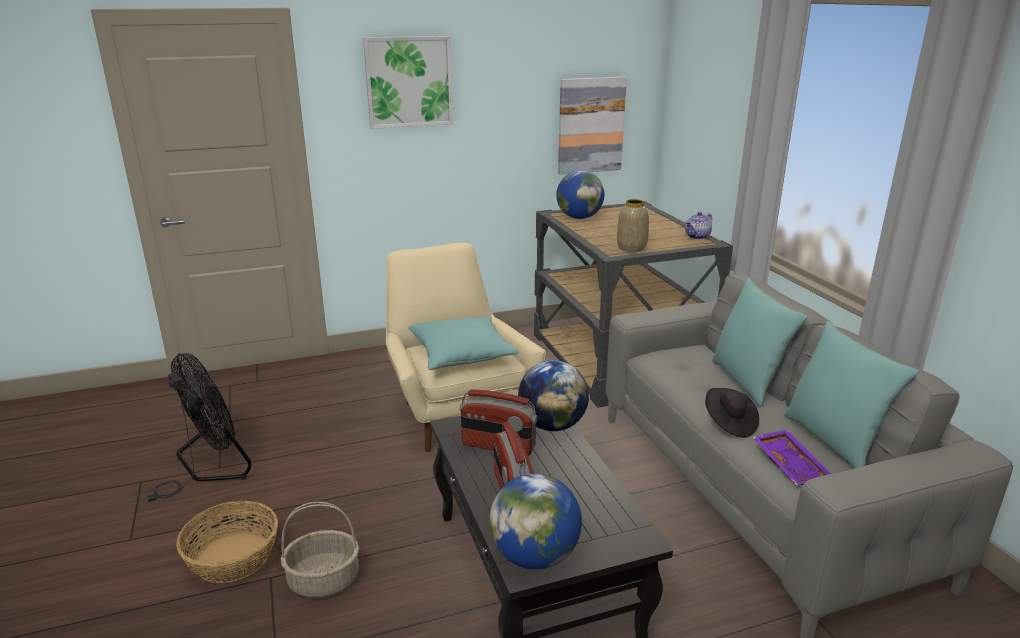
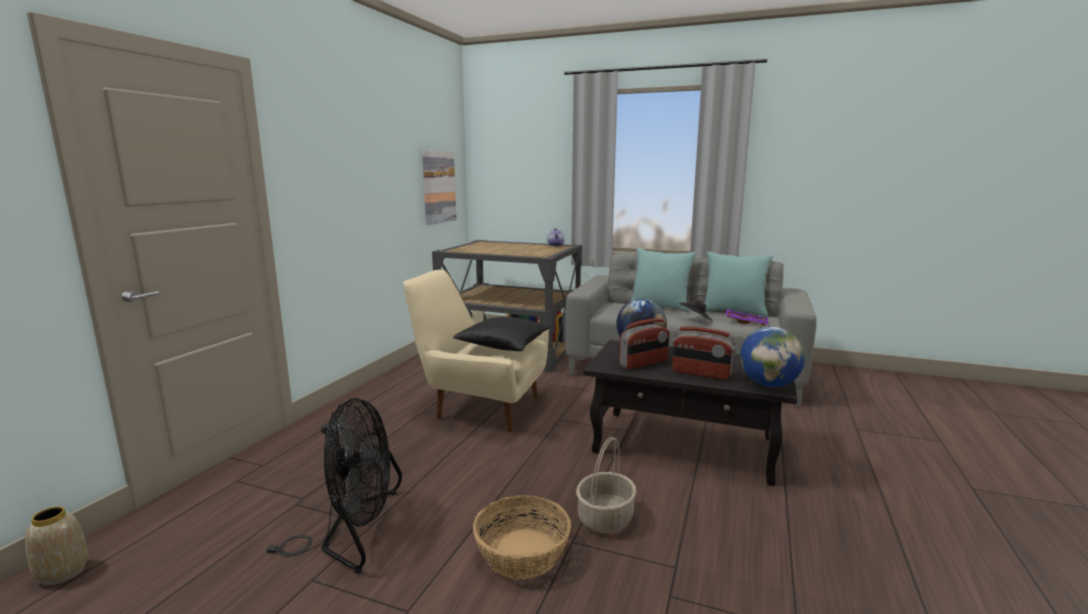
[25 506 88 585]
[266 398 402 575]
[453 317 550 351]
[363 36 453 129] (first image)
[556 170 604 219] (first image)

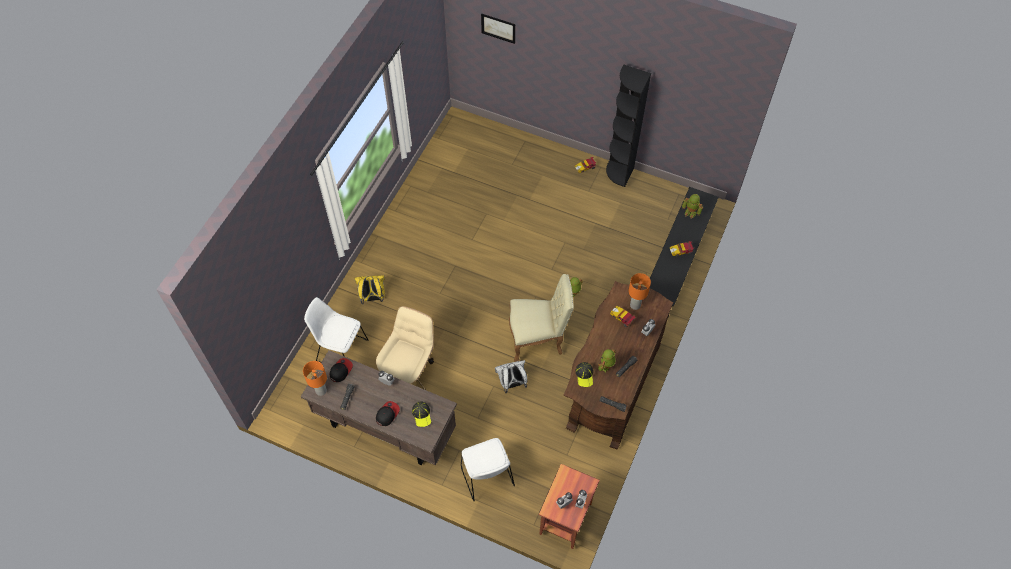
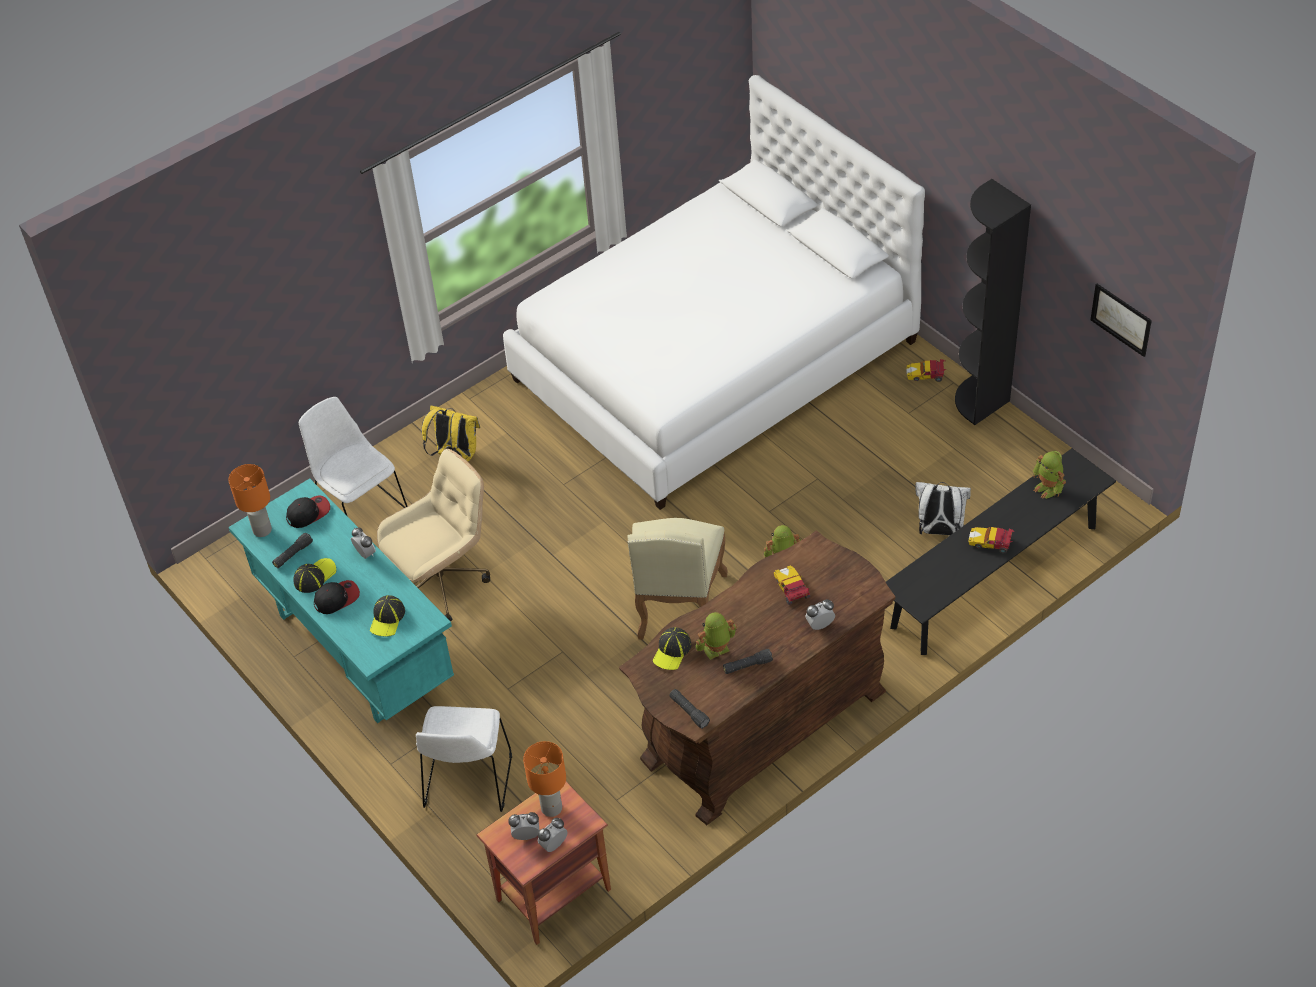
[229 479 454 723]
[293 558 336 593]
[503 75 925 510]
[523 741 566 817]
[627 518 727 640]
[915 482 971 535]
[1091 284 1152 357]

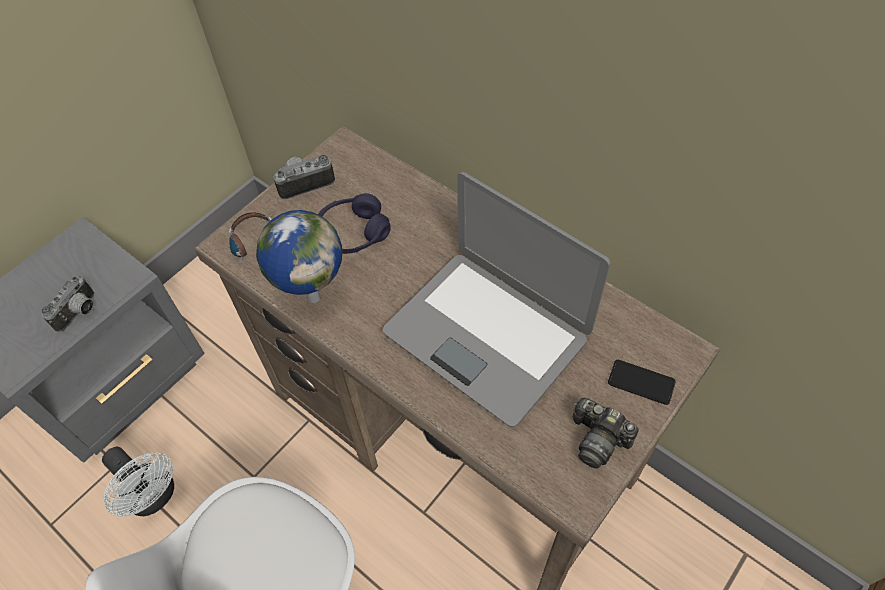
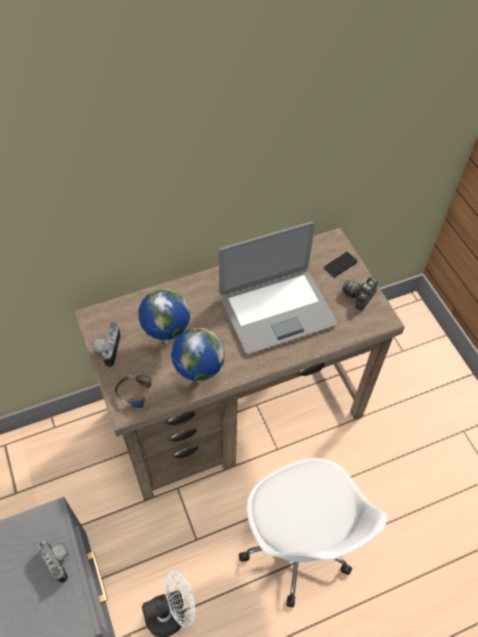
[138 289 190 344]
[342 277 378 311]

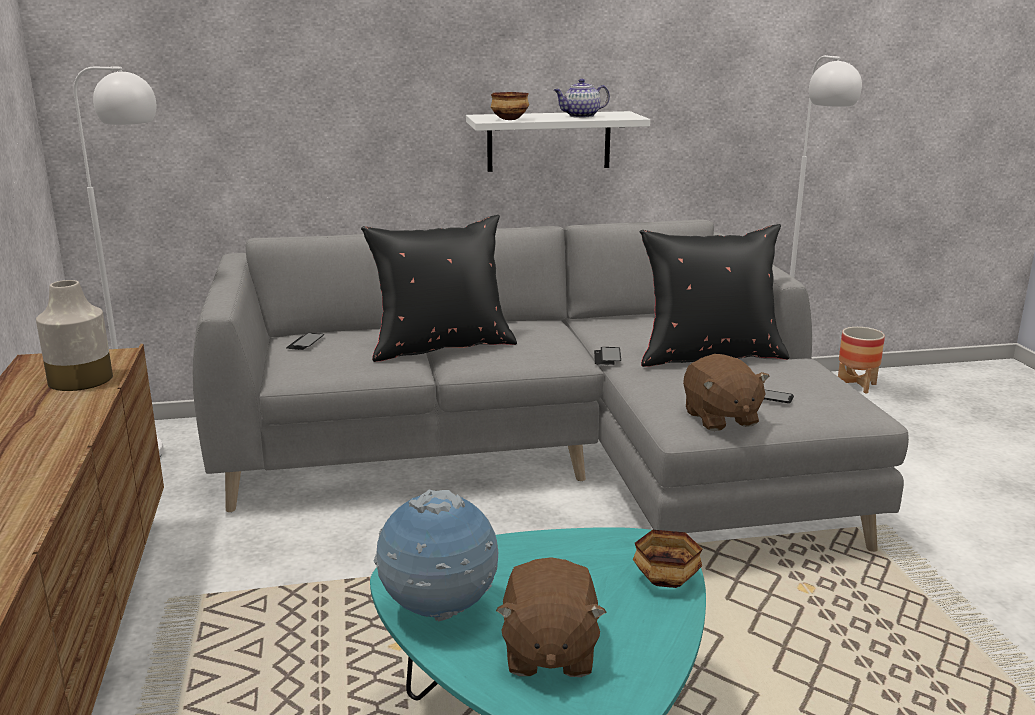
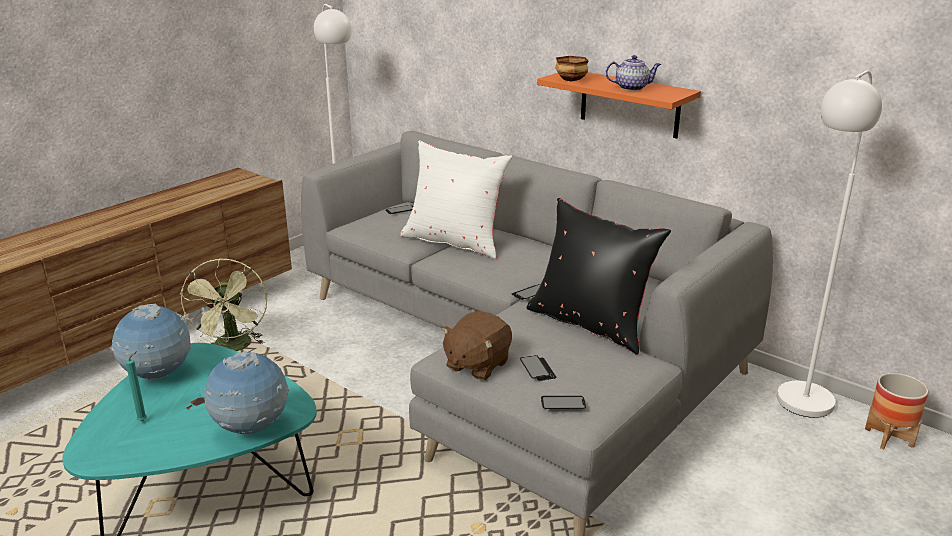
[126 351 147 421]
[180 259 267 351]
[204 351 289 435]
[400 140 513 259]
[537 72 701 139]
[541 396 586 409]
[605 55 661 91]
[36 280 113 391] (first image)

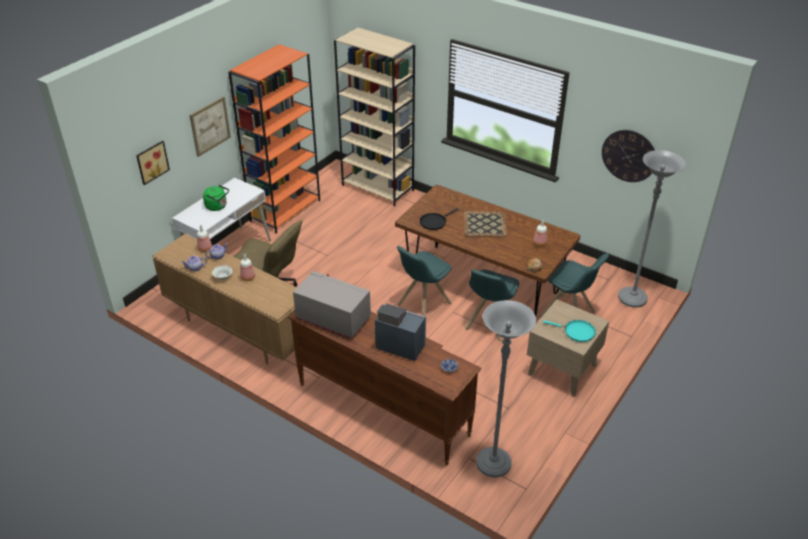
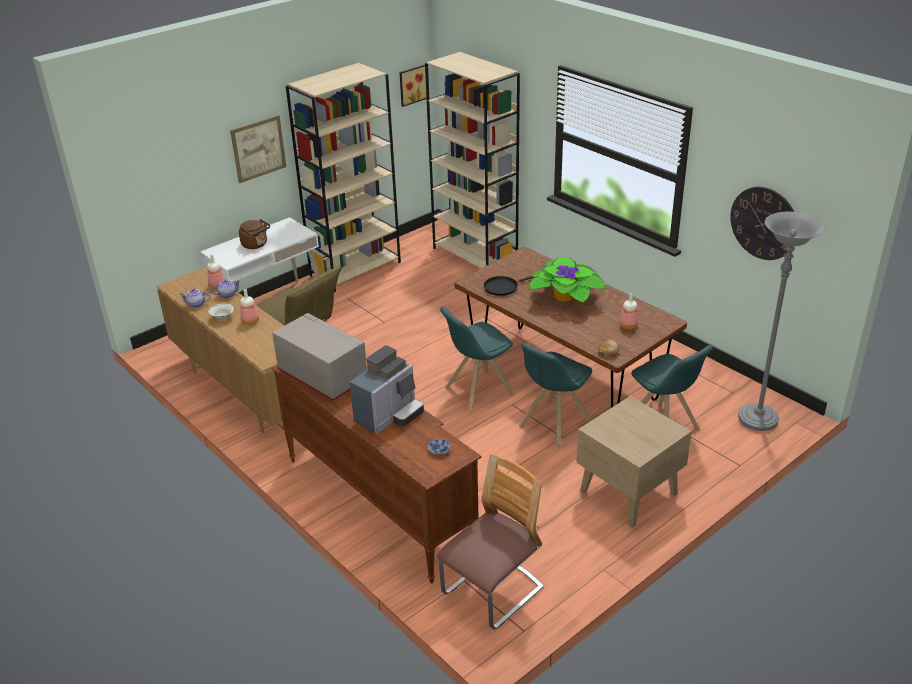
[239 219 270 249]
[286 63 401 292]
[350 345 424 434]
[400 65 429 107]
[437 454 544 629]
[529 257 606 303]
[543 320 596 342] (first image)

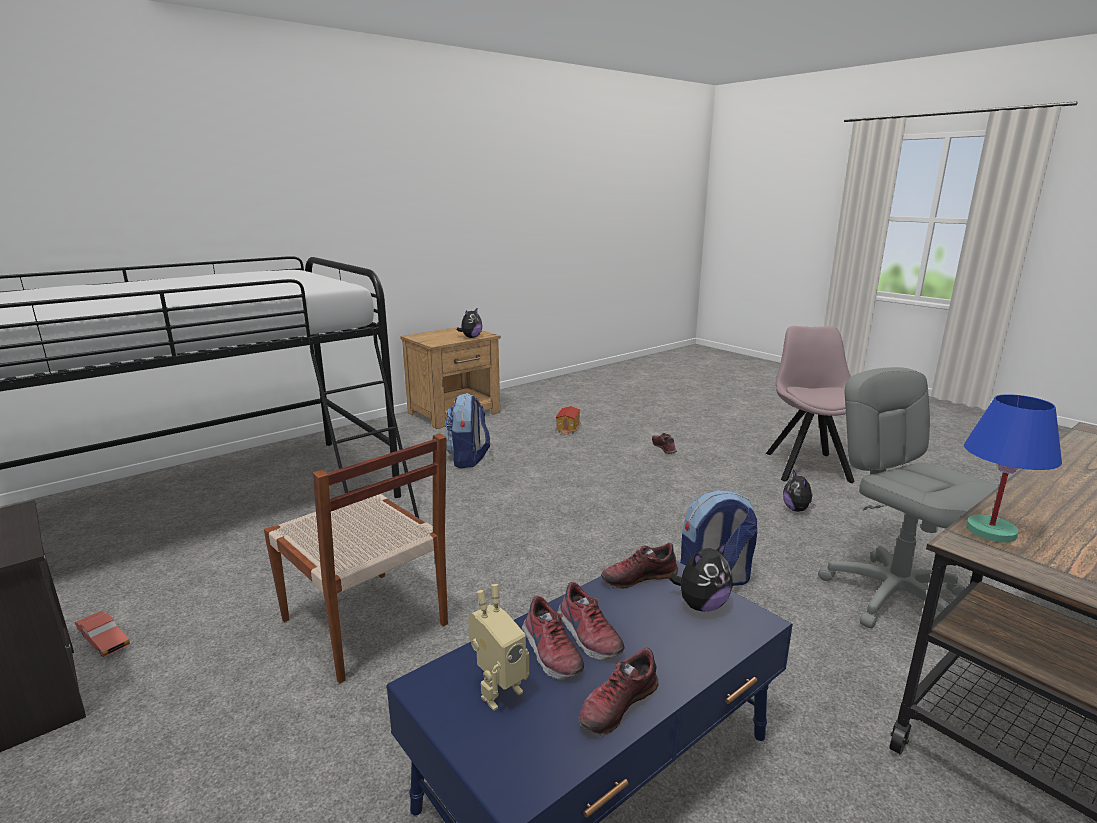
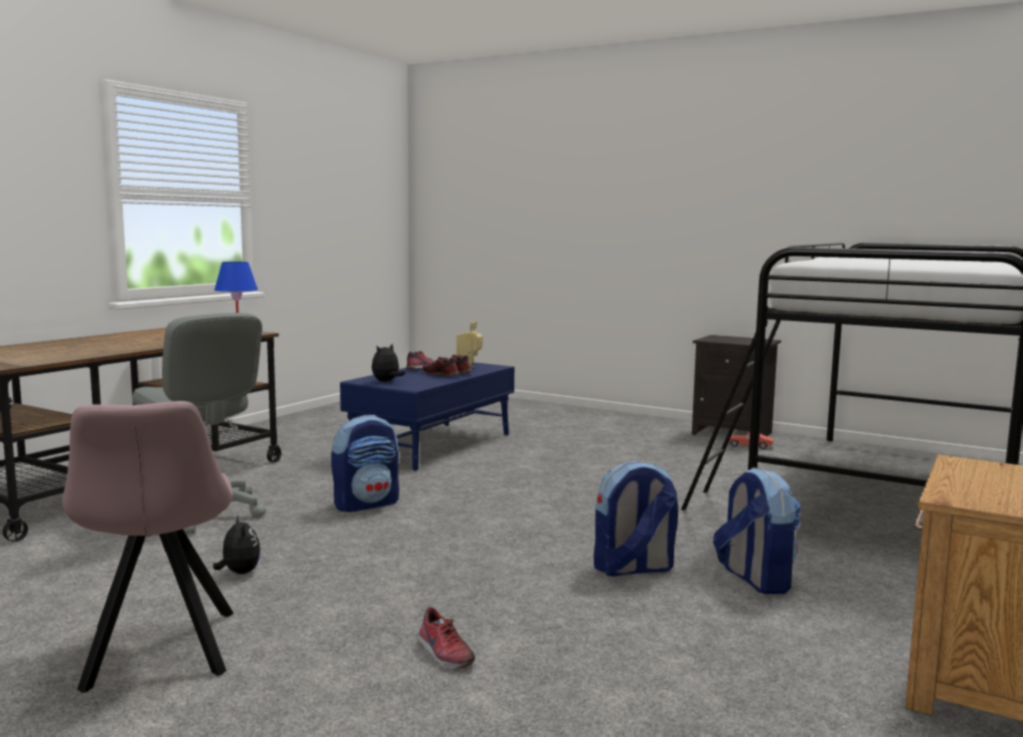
[594 461 678 577]
[264 433 448 683] (first image)
[457 308 482 338] (first image)
[555 406 581 435] (first image)
[601 543 678 589] (first image)

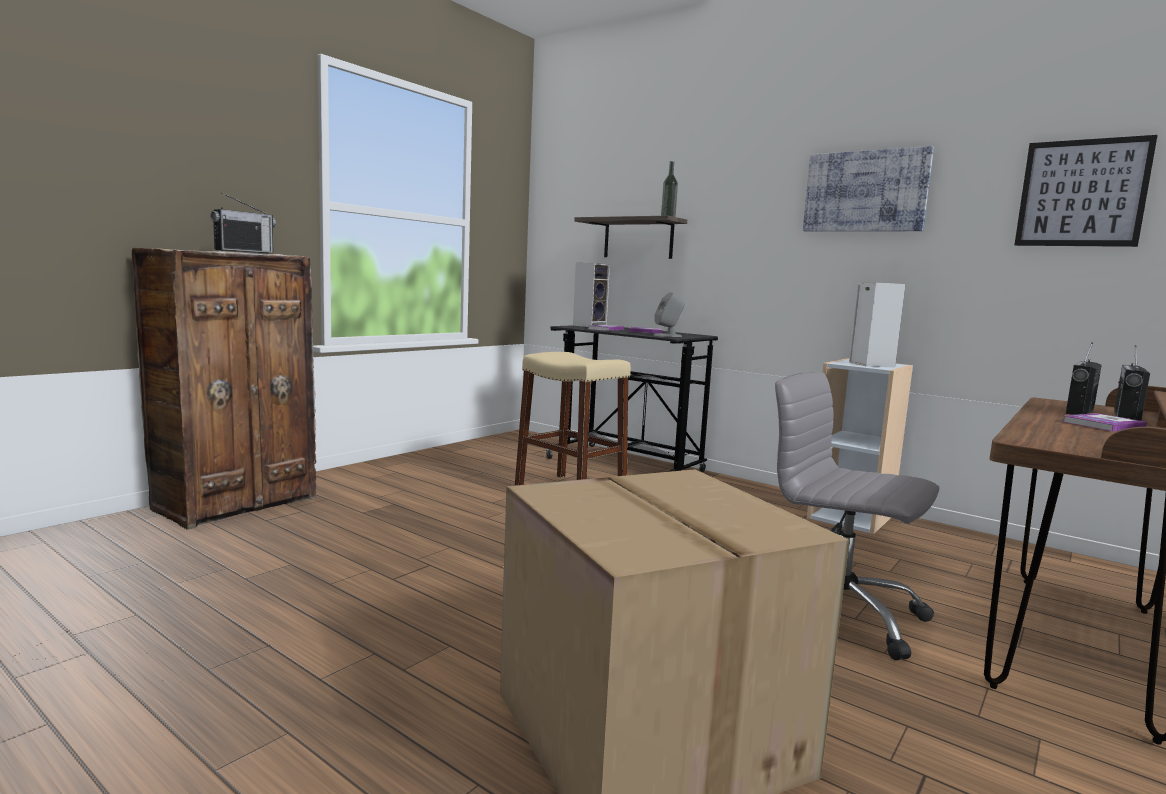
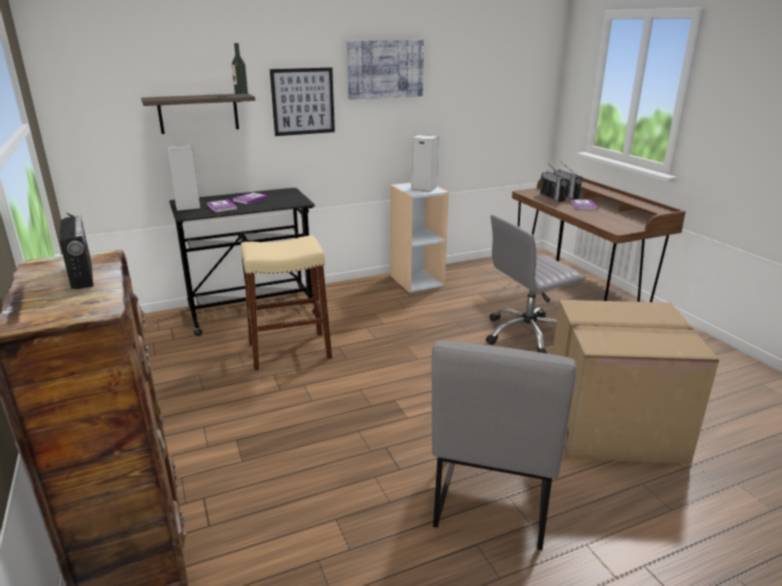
[270 67 335 136]
[432 340 577 550]
[654 292 685 337] (first image)

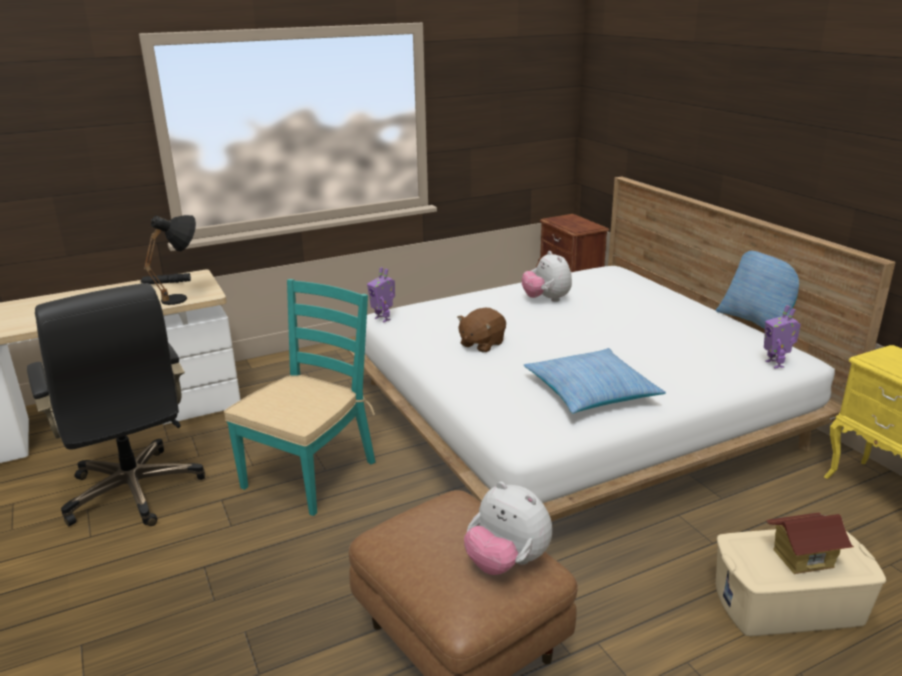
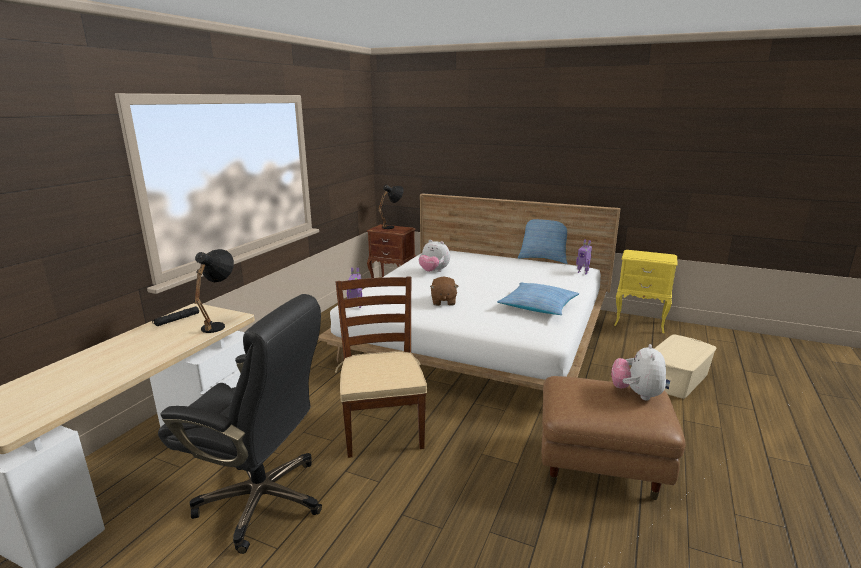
[335 276 427 458]
[378 185 404 229]
[611 344 666 400]
[766 512 854 574] (first image)

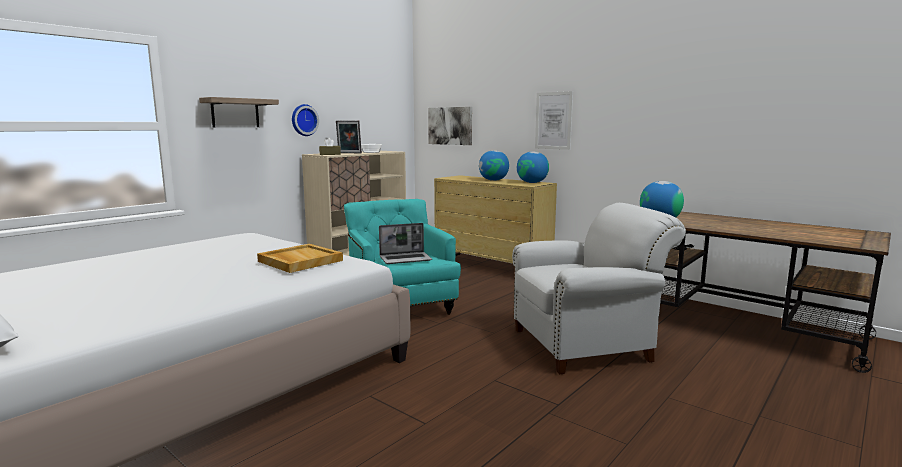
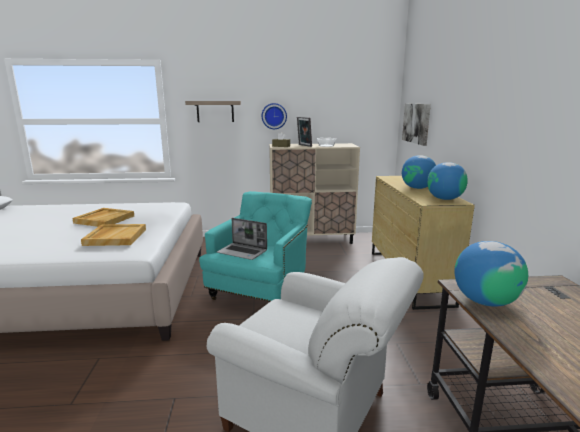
[72 208 134 227]
[535 91 573 150] (first image)

